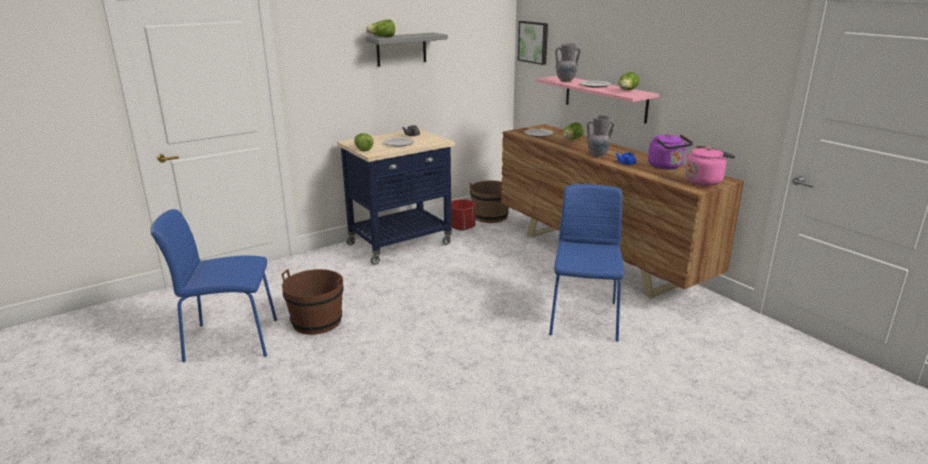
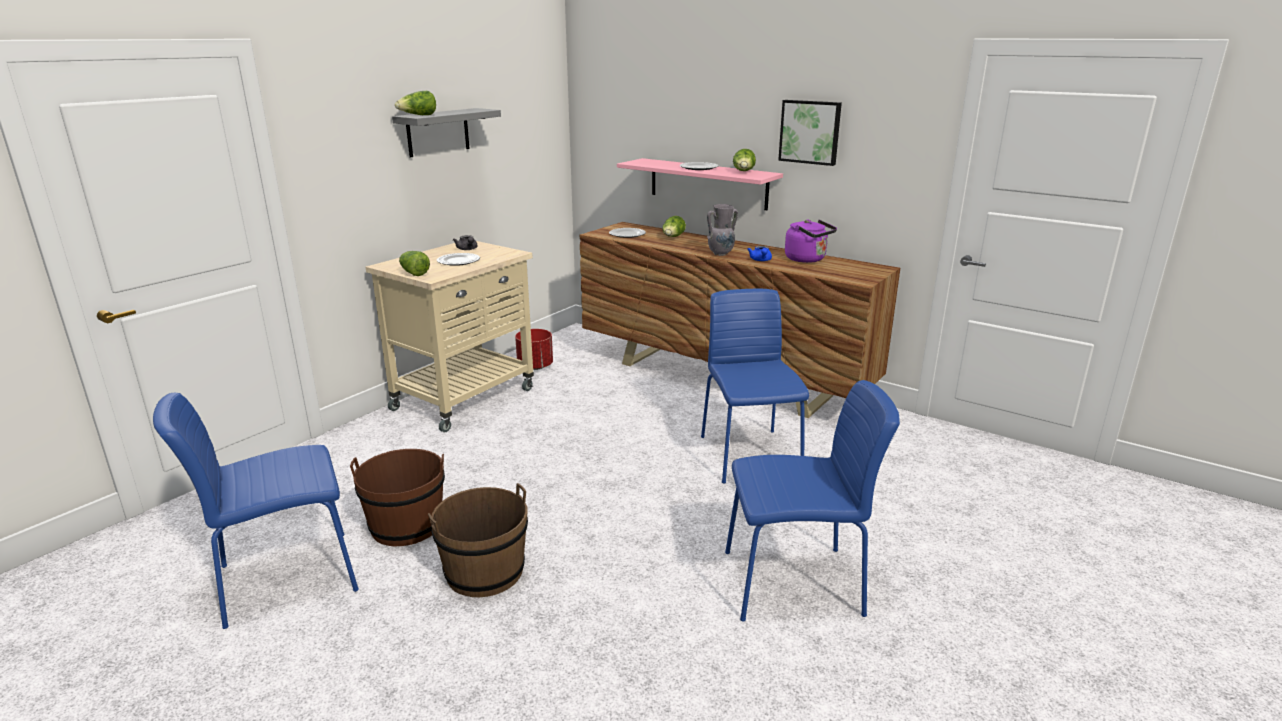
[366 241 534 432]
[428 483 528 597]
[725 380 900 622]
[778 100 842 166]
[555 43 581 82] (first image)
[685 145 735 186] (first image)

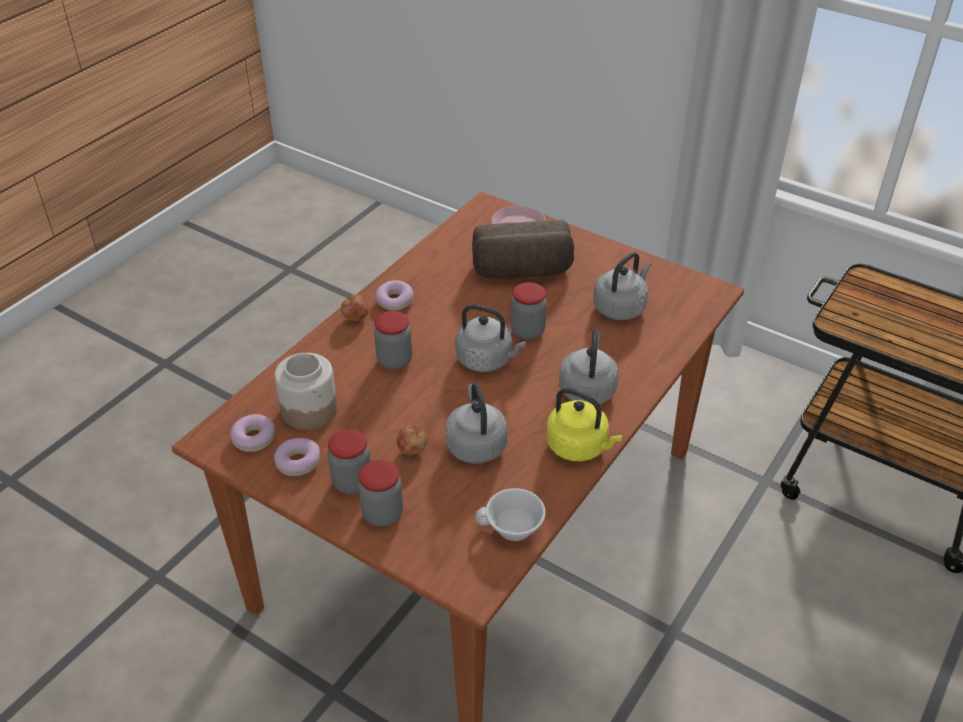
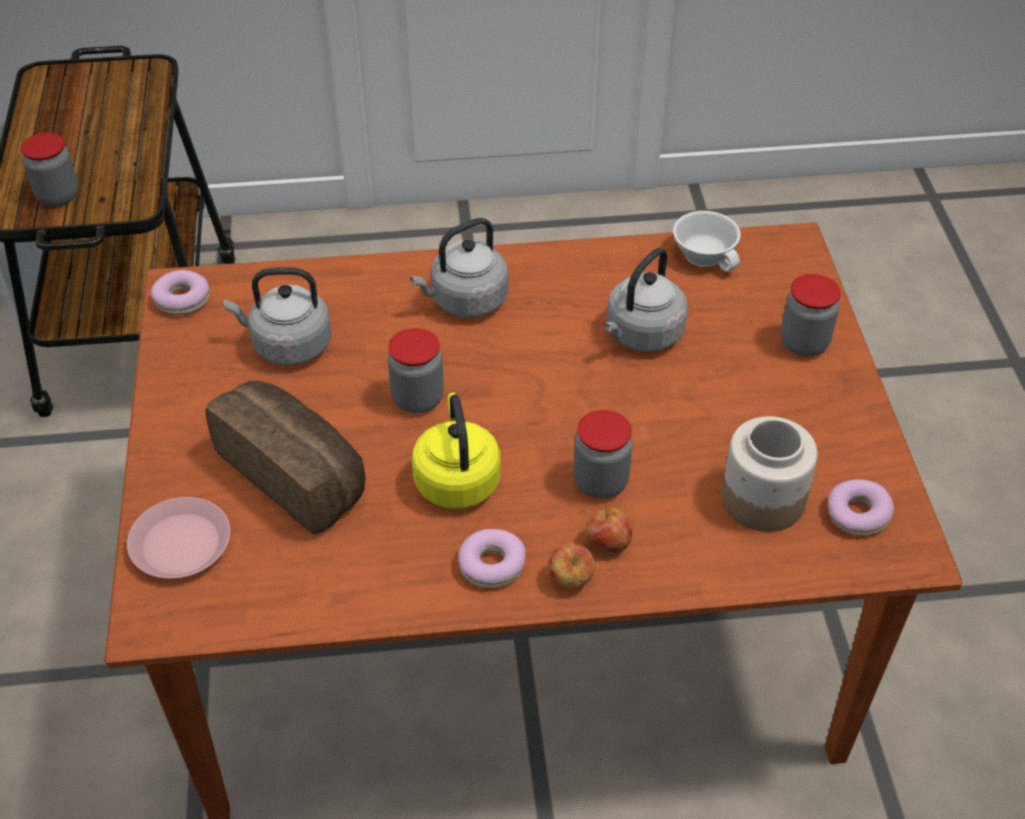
[21 133 78 207]
[151 270 210 315]
[412 393 500 509]
[586 508 632 553]
[455 304 526 372] (first image)

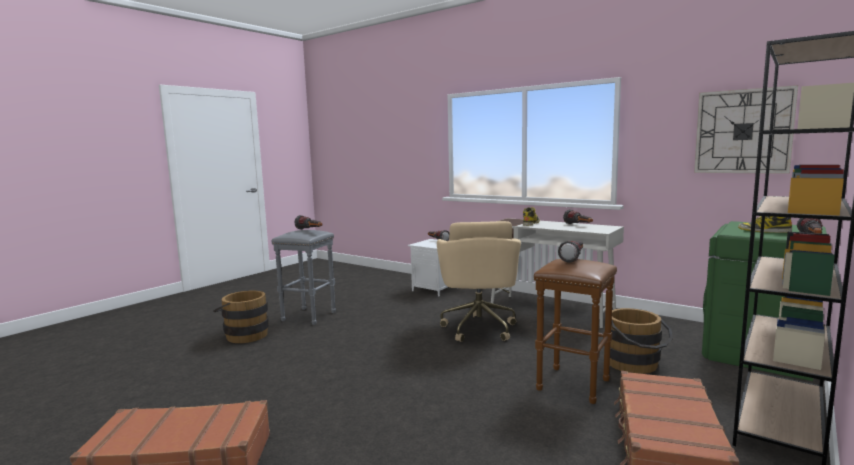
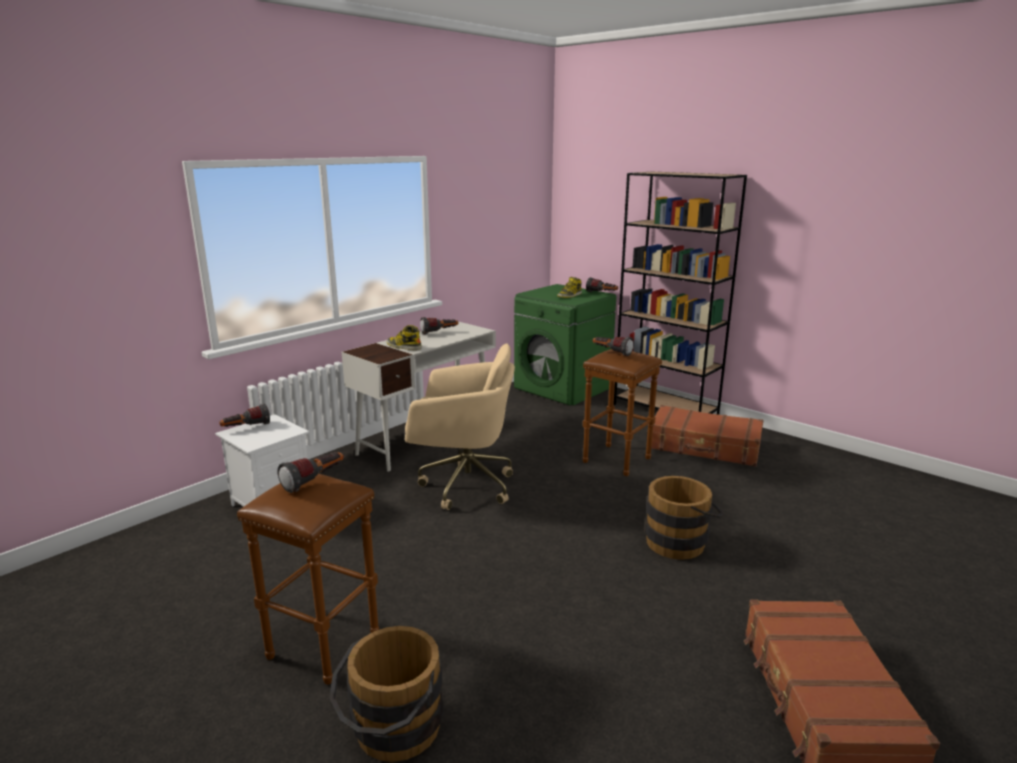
[237 474 379 685]
[644 476 724 560]
[694 85 798 174] (first image)

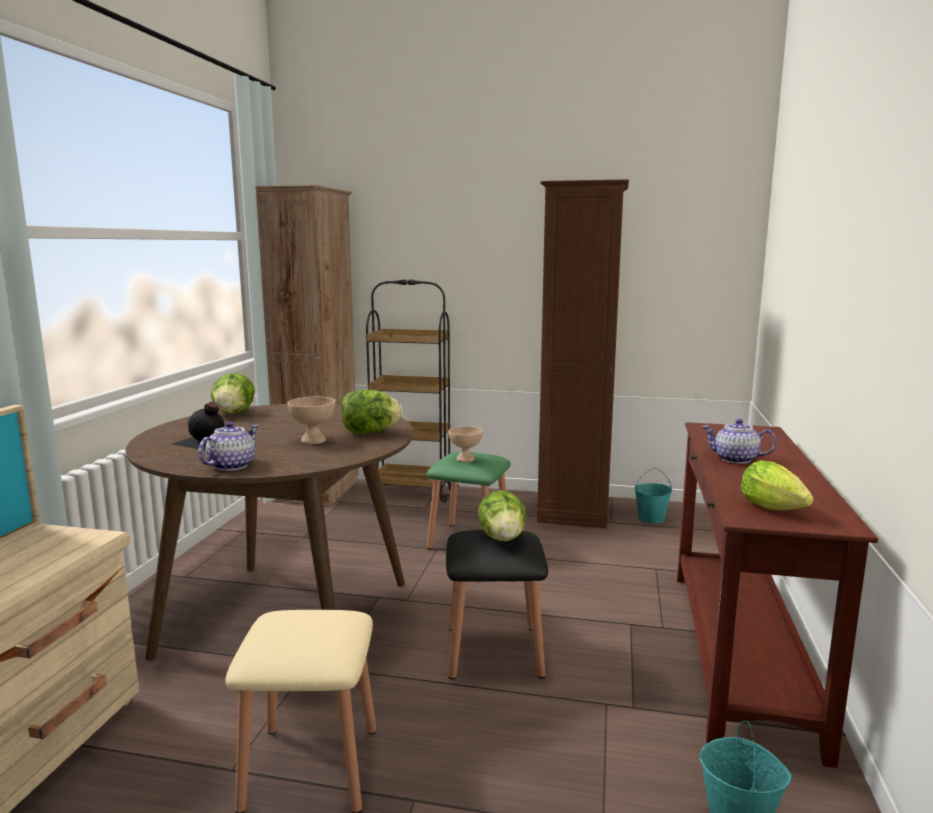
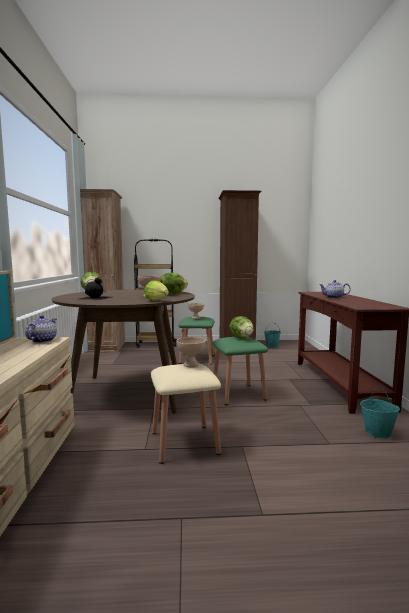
[25 315 57 343]
[144 280 169 301]
[176 337 206 367]
[212 337 268 405]

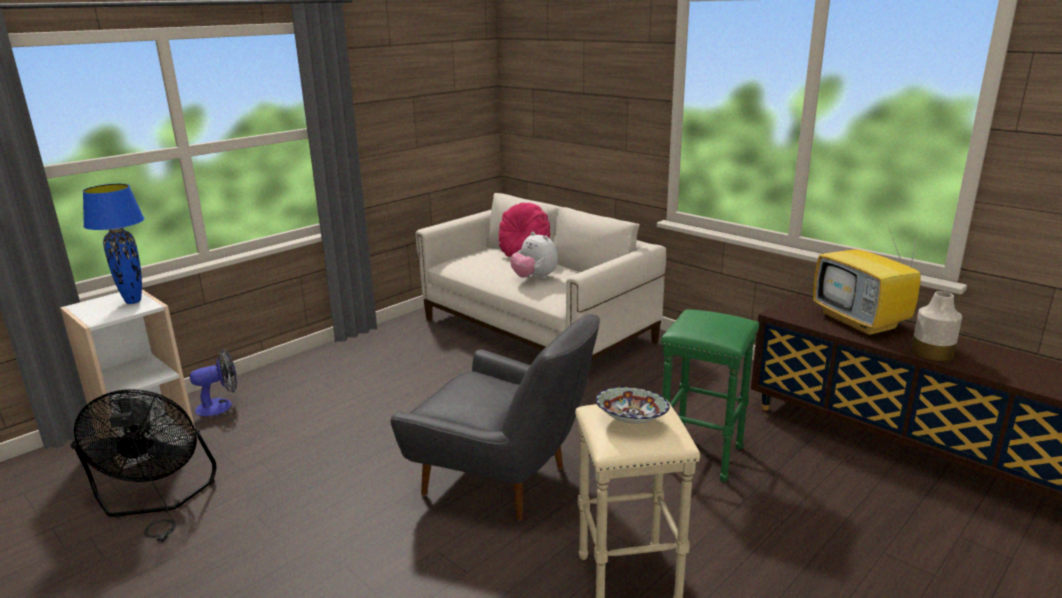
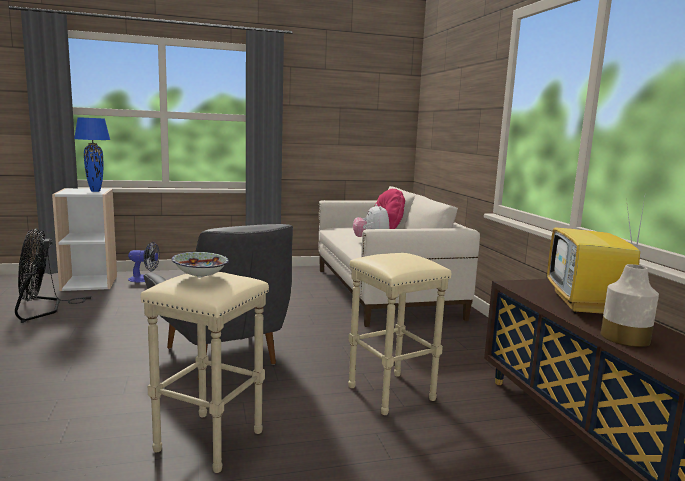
[15 228 92 323]
[348 253 452 415]

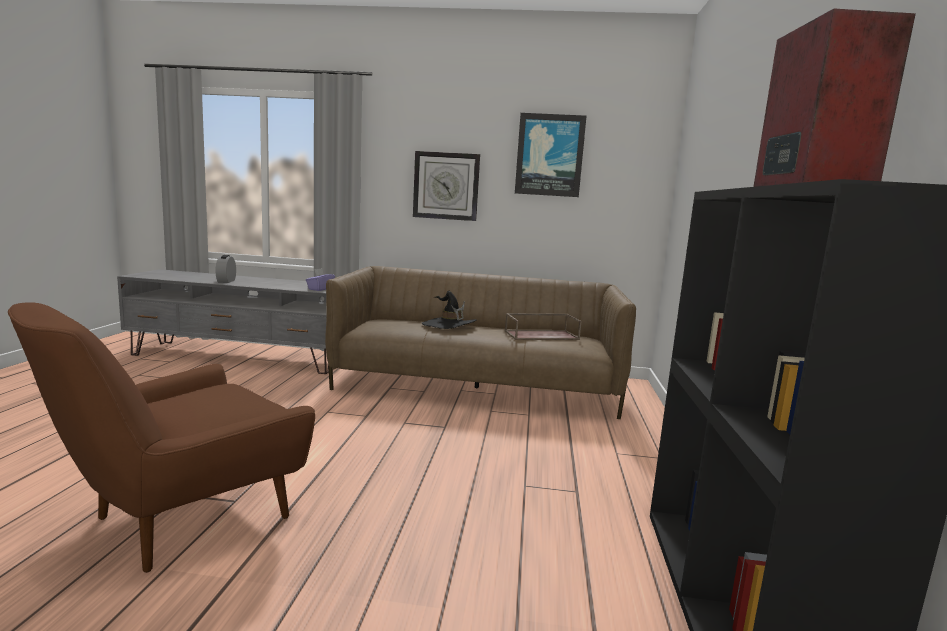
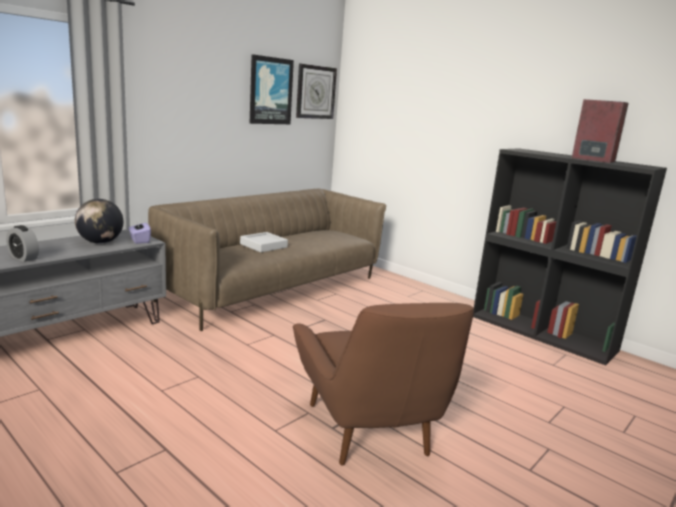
[75 199 124 244]
[240 232 288 252]
[296 64 337 119]
[504 313 582 340] (first image)

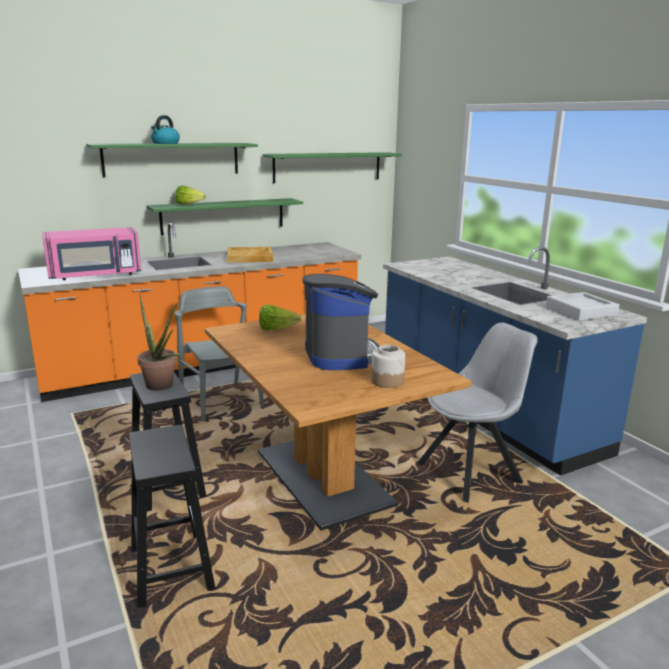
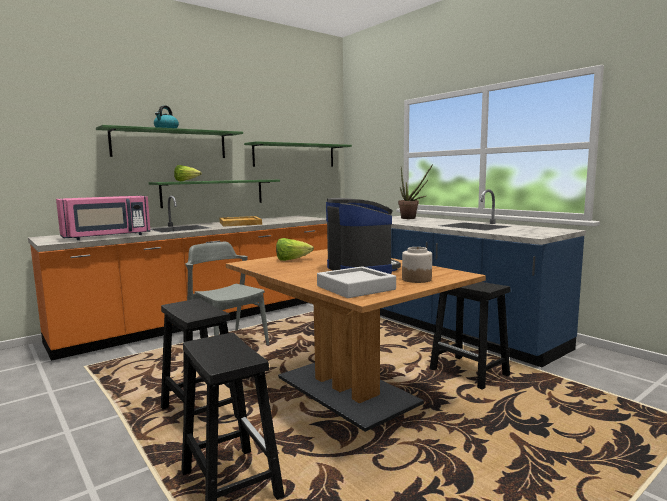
[317 266 396 298]
[398 164 433 219]
[430 282 510 390]

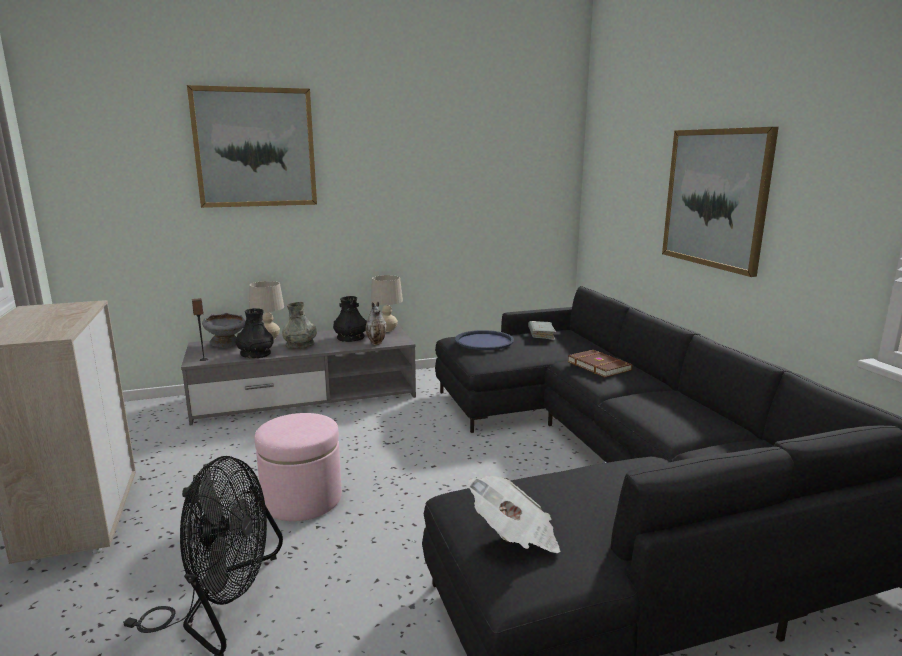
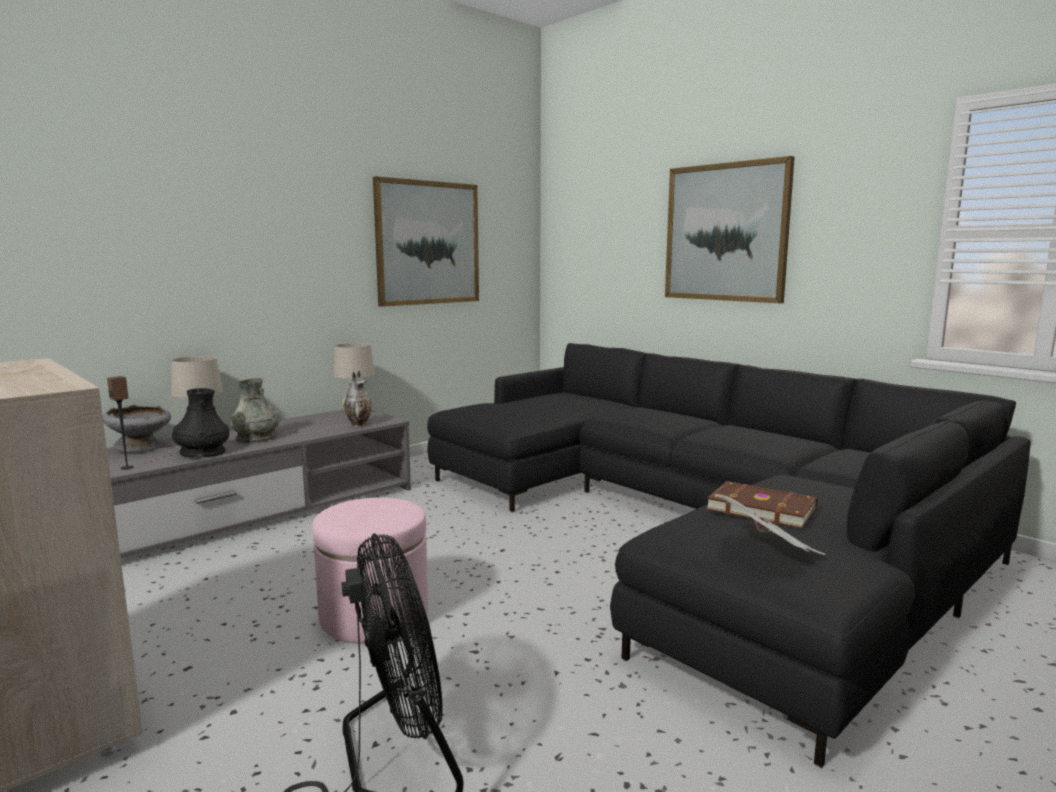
[373 176 479 307]
[706 481 817 528]
[333 296 367 342] (first image)
[455 330 514 350] (first image)
[528 321 556 340] (first image)

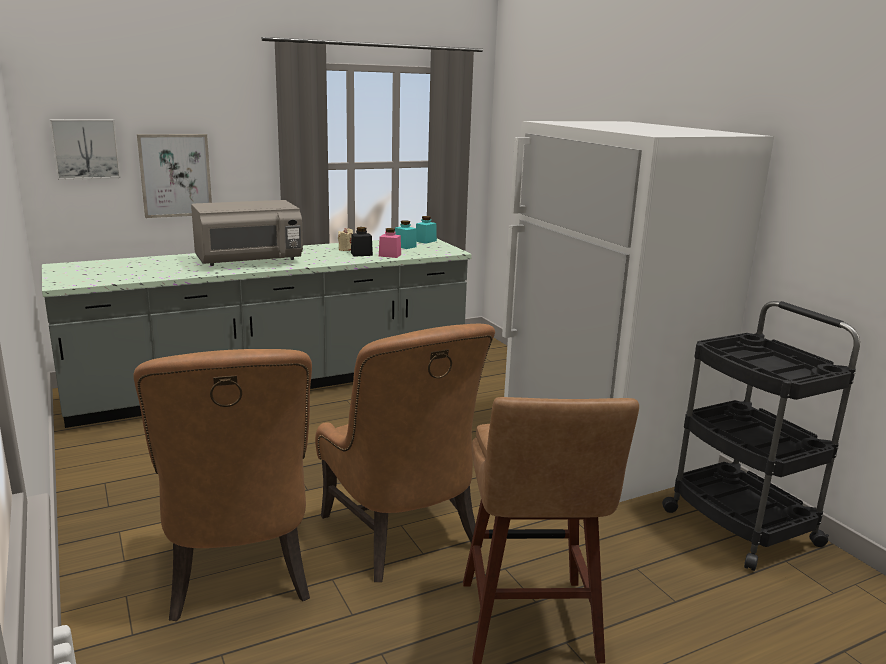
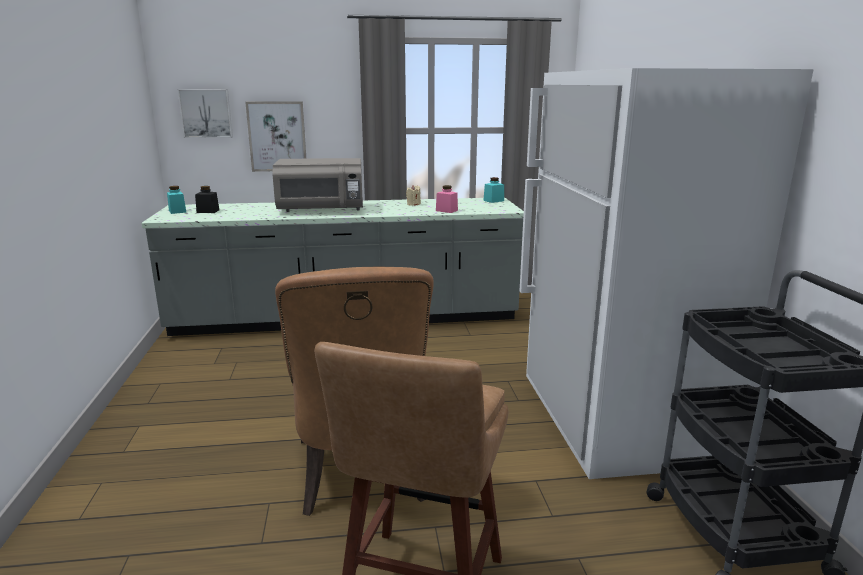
[167 186 187 214]
[195 186 219 213]
[133 349 312 621] (first image)

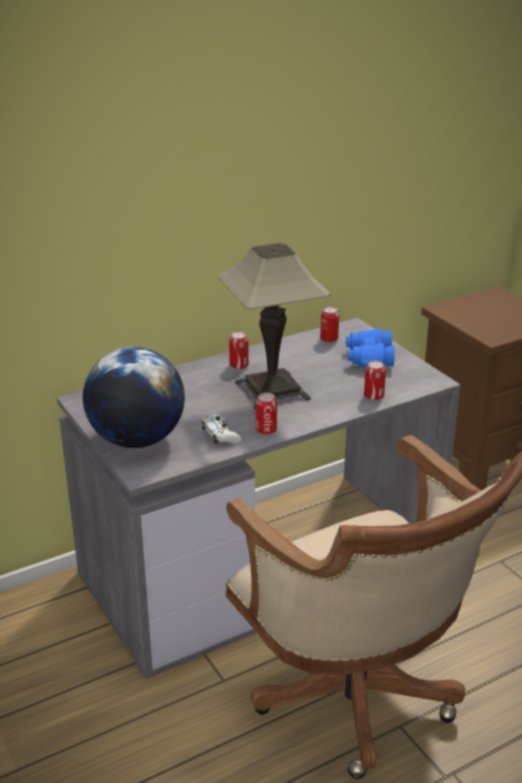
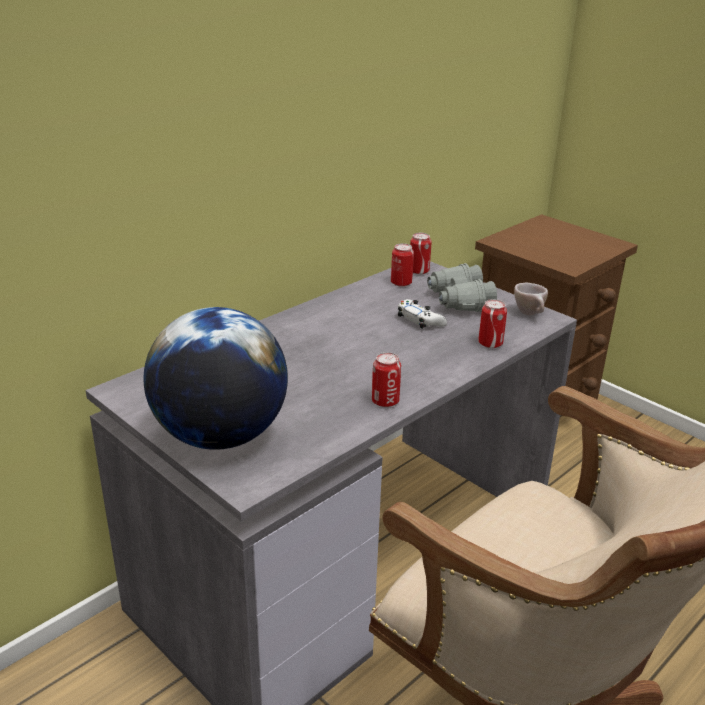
[398 299 447 329]
[410 233 432 275]
[427 263 497 312]
[514 283 548 316]
[218 242 331 410] (first image)

